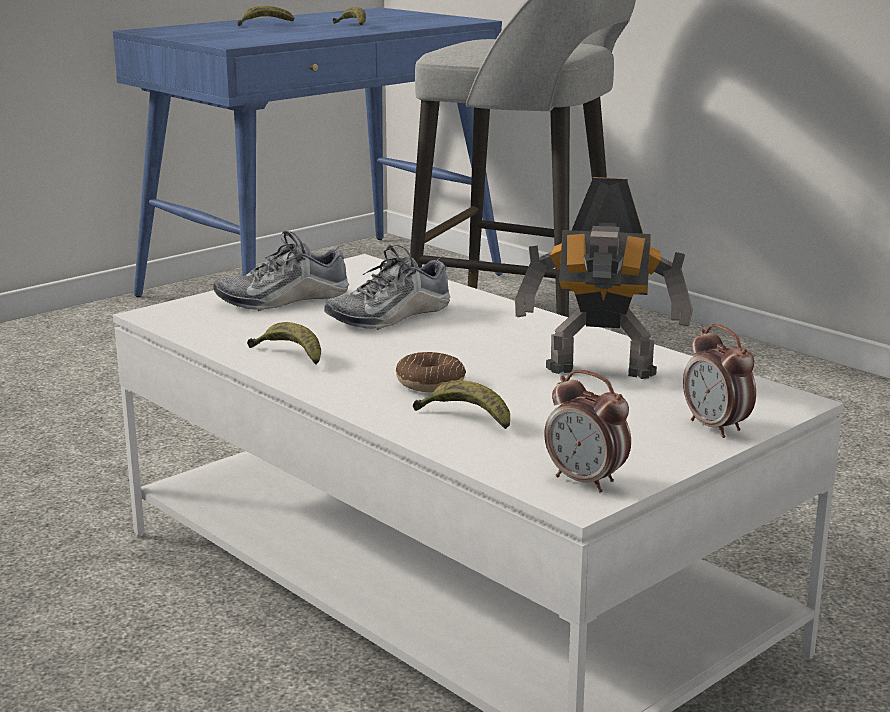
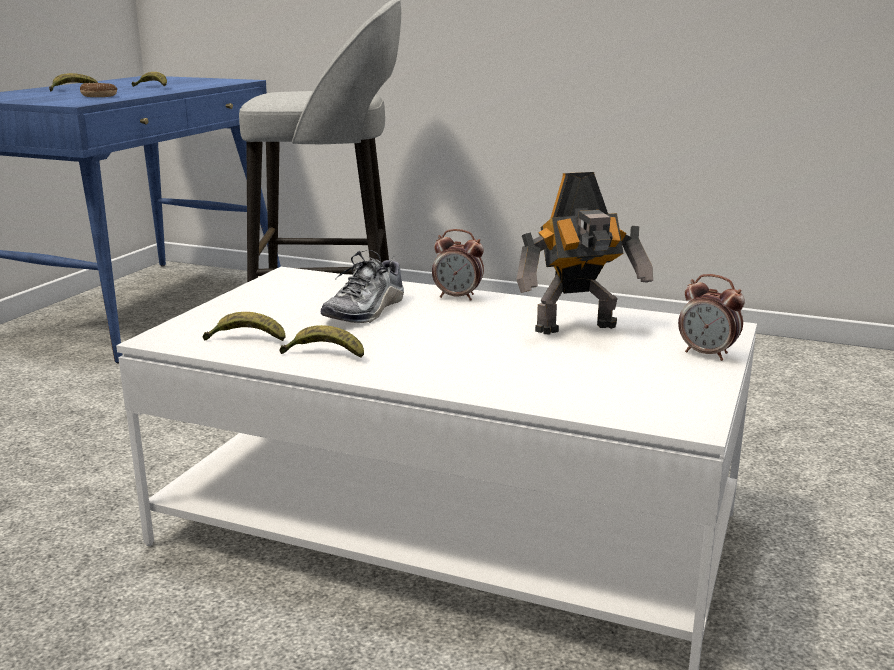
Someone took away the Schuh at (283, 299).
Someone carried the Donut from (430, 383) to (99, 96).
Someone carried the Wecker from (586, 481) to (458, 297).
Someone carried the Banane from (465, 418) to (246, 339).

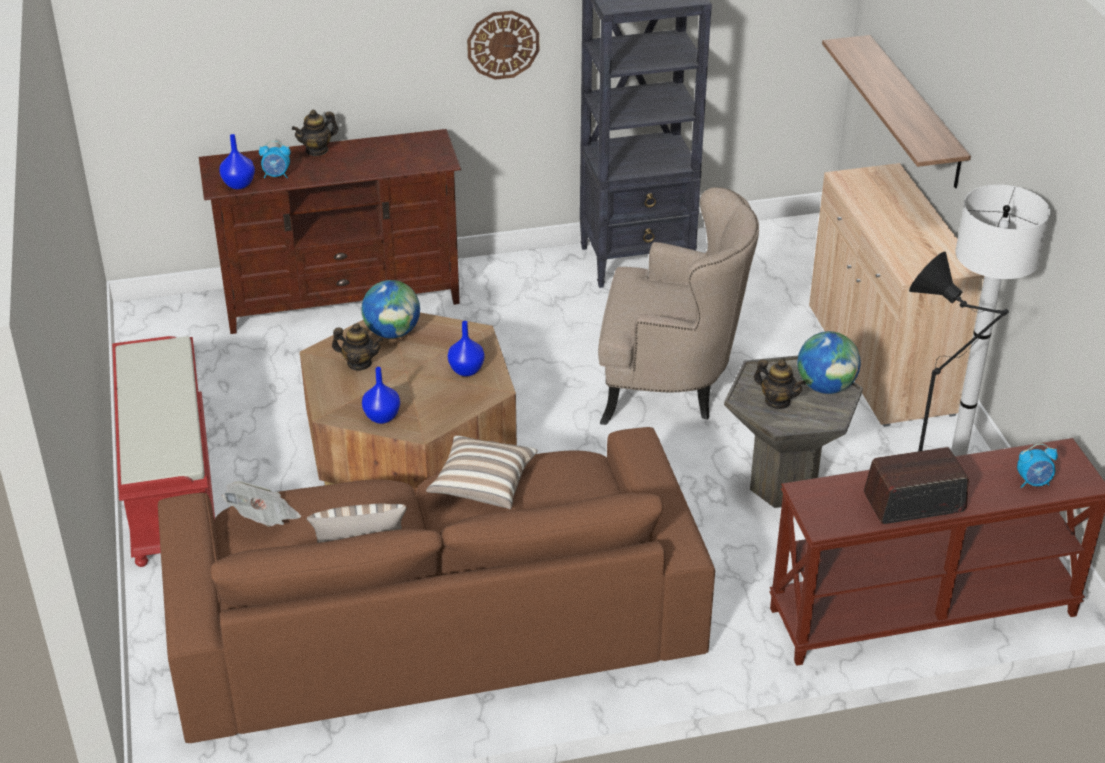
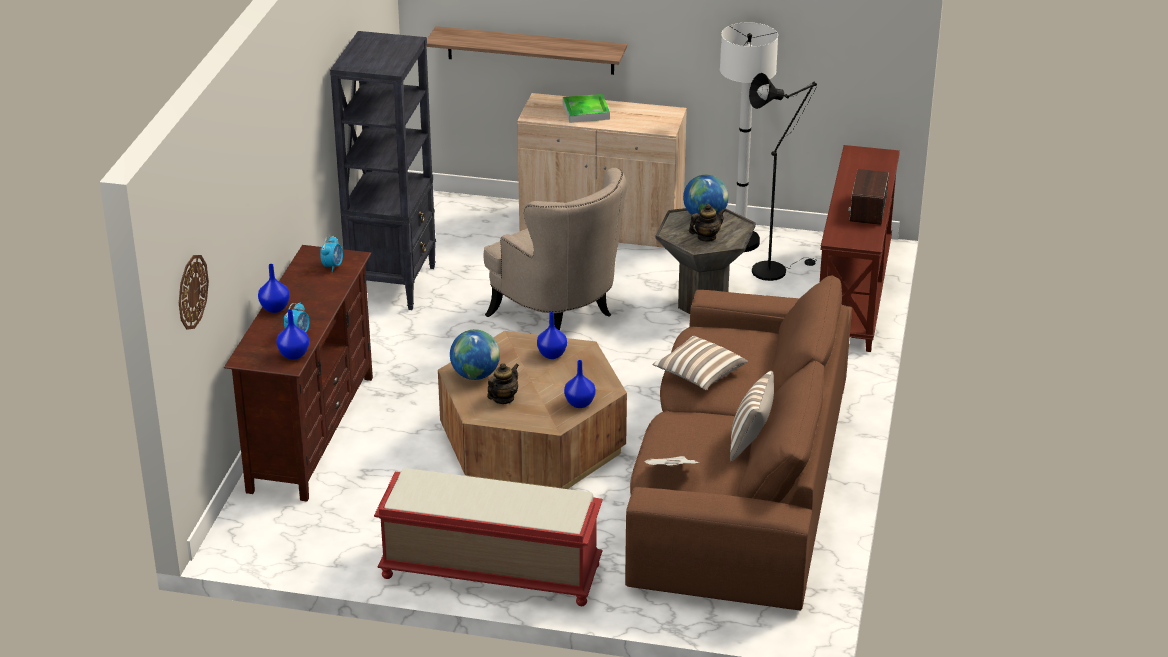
Someone carried the Wanduhr from (503, 44) to (192, 291).
Someone swapped the Teekanne at (317, 150) for the Vase/blau at (275, 308).
Someone rotated the Sessel/beige at (670, 386) by 105 degrees clockwise.
Someone carried the Wecker from (1033, 482) to (332, 266).
Someone put down the Tablett at (586, 111).

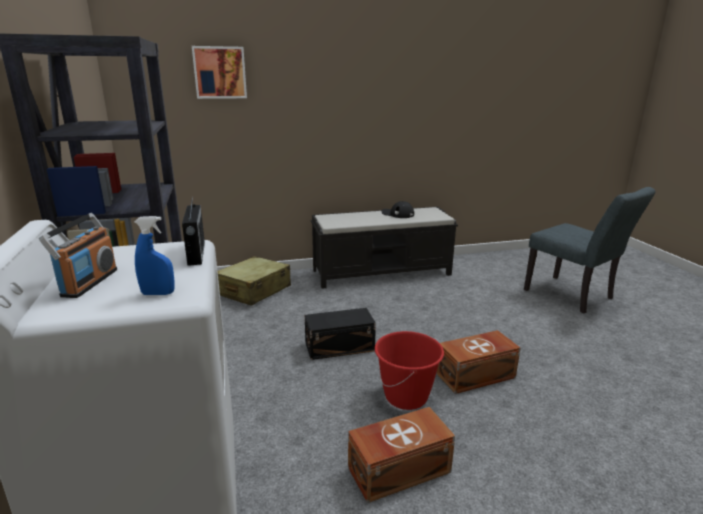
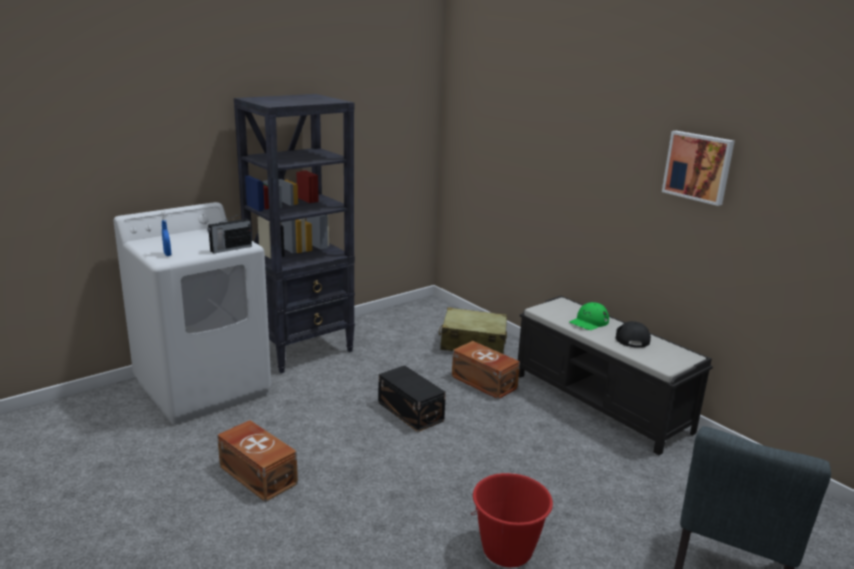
Someone carried the Bild from (220, 72) to (698, 167).
Someone took away the Radio at (89, 282).
Someone carried the Aufbewahrungsbox/braun from (477, 375) to (484, 383).
Someone carried the Eimer/rot from (406, 396) to (507, 551).
Someone put down the Kappe/grün at (589, 322).

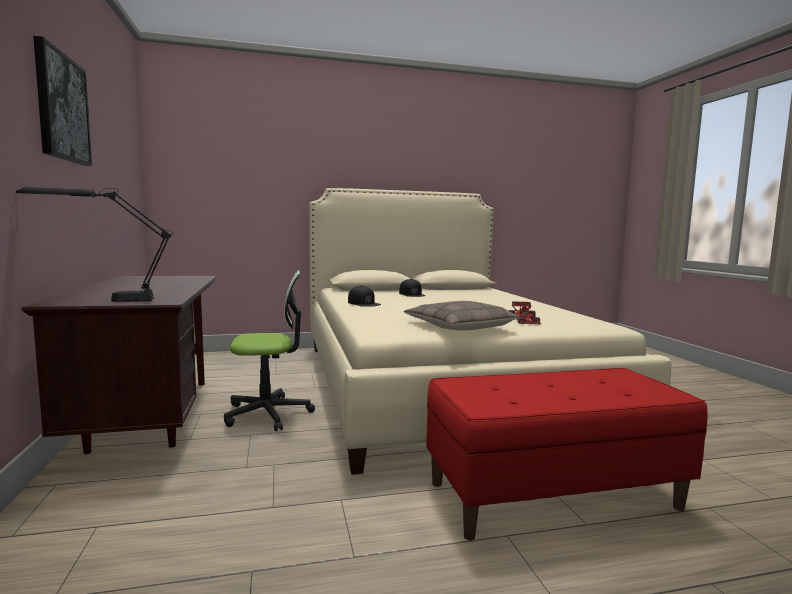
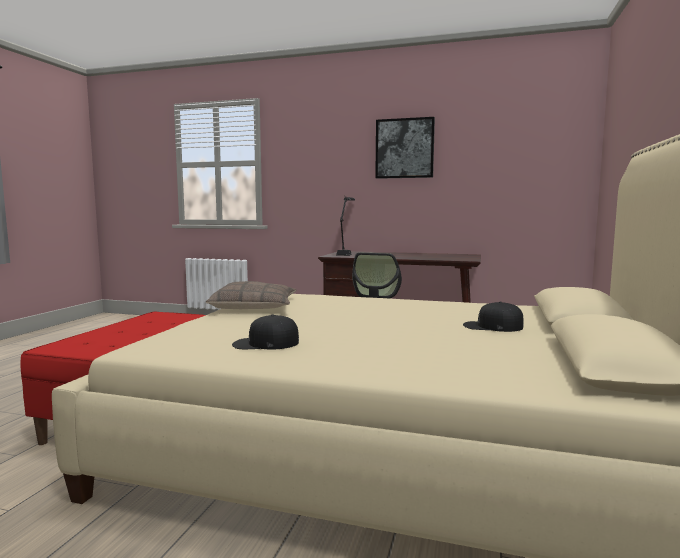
Someone carried the Kappe/schwarz from (363, 303) to (265, 343).
Someone took away the Spielzeugauto at (525, 320).

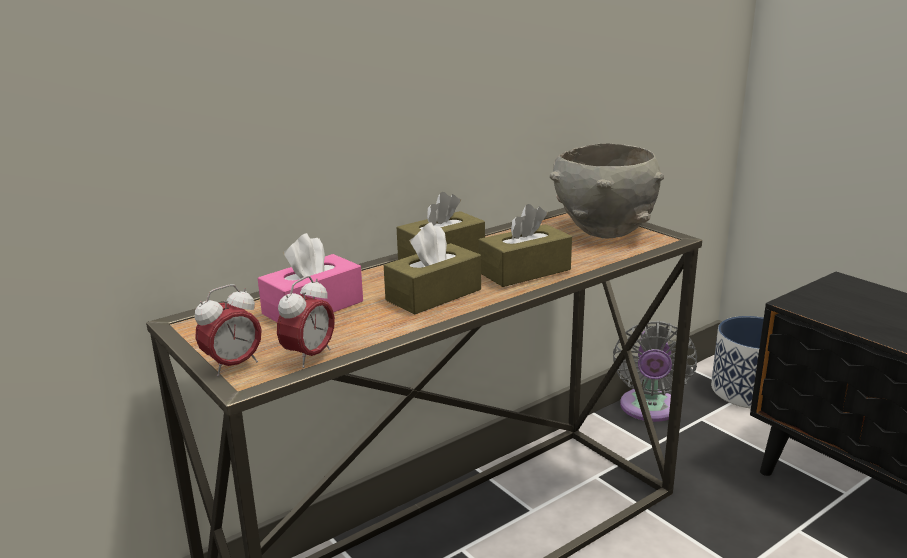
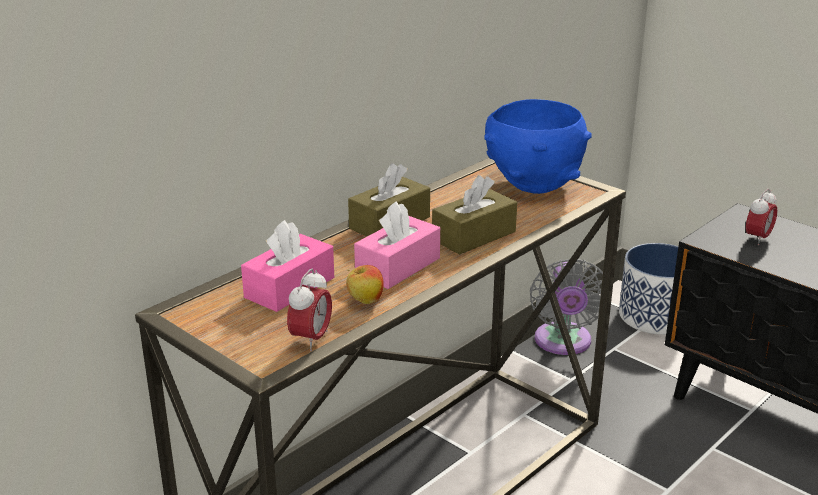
Someone repainted the Schüssel/grau at (603, 231), which became the Schüssel/blau at (533, 185).
Someone repainted the Taschentuchbox/braun at (433, 295), which became the Taschentuchbox/rosa at (398, 267).
Someone carried the Wecker from (233, 366) to (757, 238).
Someone put down the Apfel at (365, 301).

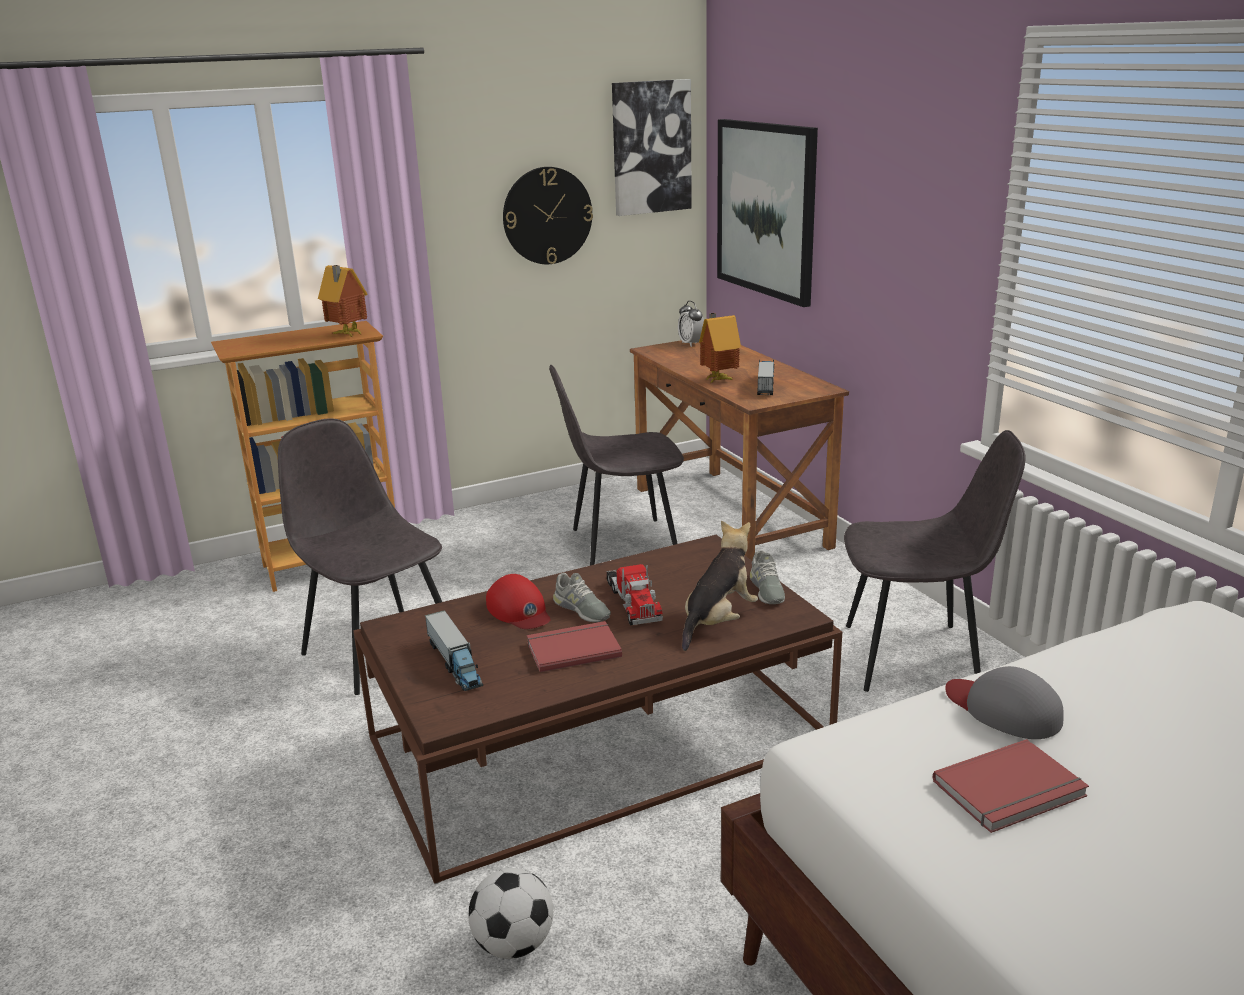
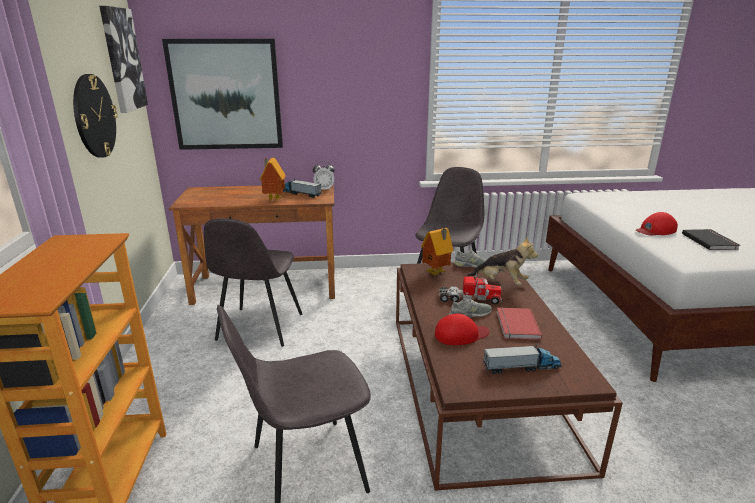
Someone carried the Spielzeughaus from (347, 335) to (436, 273).
Someone carried the Wecker from (691, 344) to (324, 189).
Someone rotated the Plüschtier at (718, 621) by 150 degrees clockwise.
Someone repainted the Kappe/grau at (1003, 709), which became the Kappe/rot at (655, 230).
Someone repainted the Buch/rot at (1012, 791), which became the Buch/schwarz at (710, 241).
Someone took away the Fußball at (513, 944).

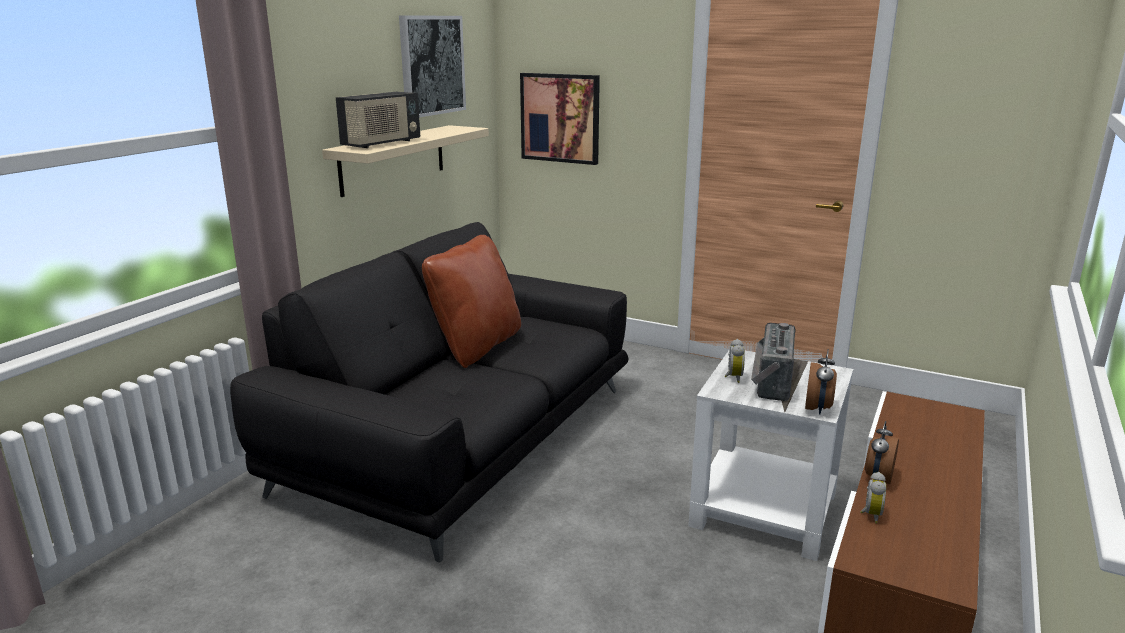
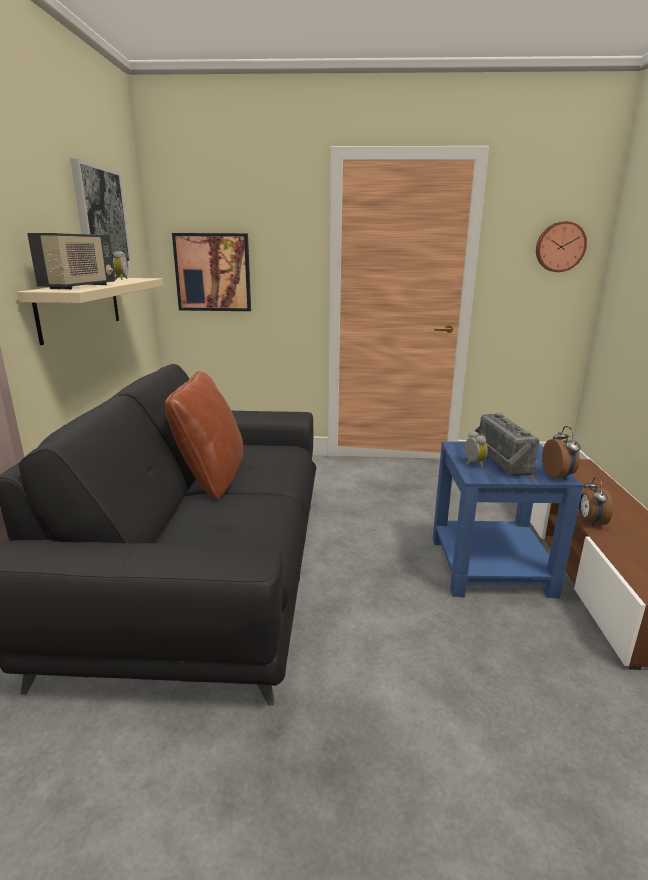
Someone repainted the Beistelltisch/weiß at (762, 507), which became the Beistelltisch/blau at (488, 565).
Someone carried the Wecker from (870, 514) to (121, 279).
Someone put up the Wanduhr at (560, 247).

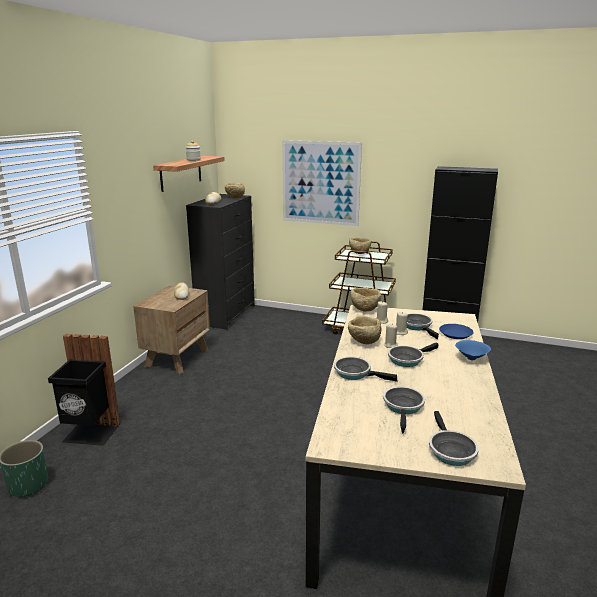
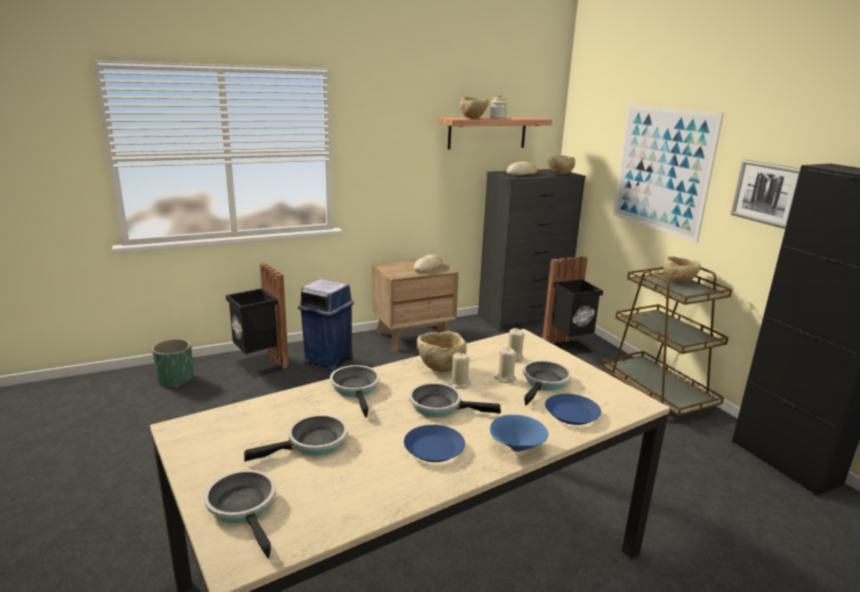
Someone carried the Schüssel/beige from (364, 309) to (473, 118).
Someone rotated the Pfanne at (450, 450) by 105 degrees clockwise.
Someone put up the Bild at (767, 193).
Someone put down the Mülleimer/schwarz at (568, 348).
Someone put down the Mülleimer/blau at (328, 361).
Someone put down the Teller/blau at (434, 448).

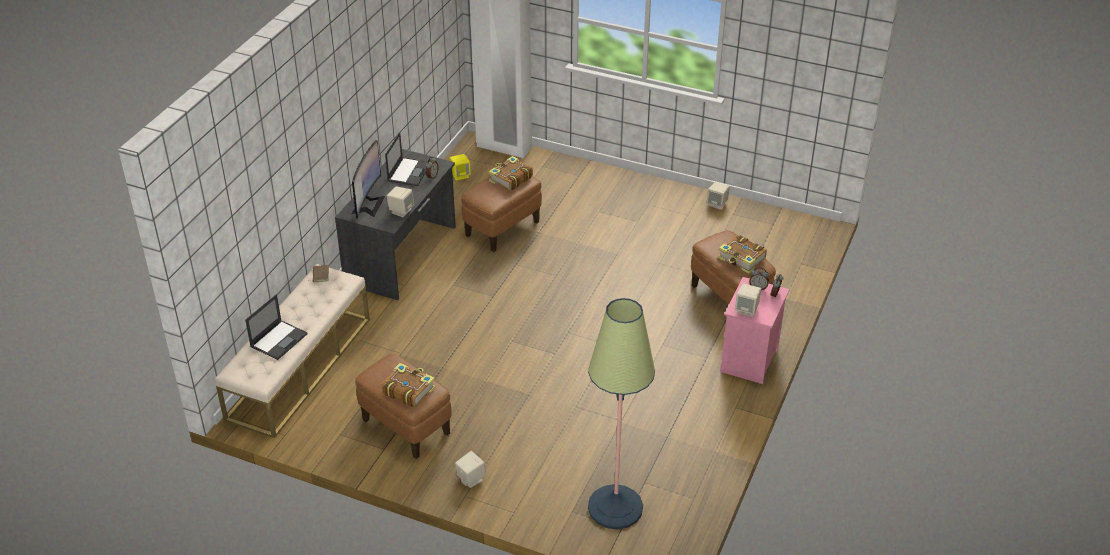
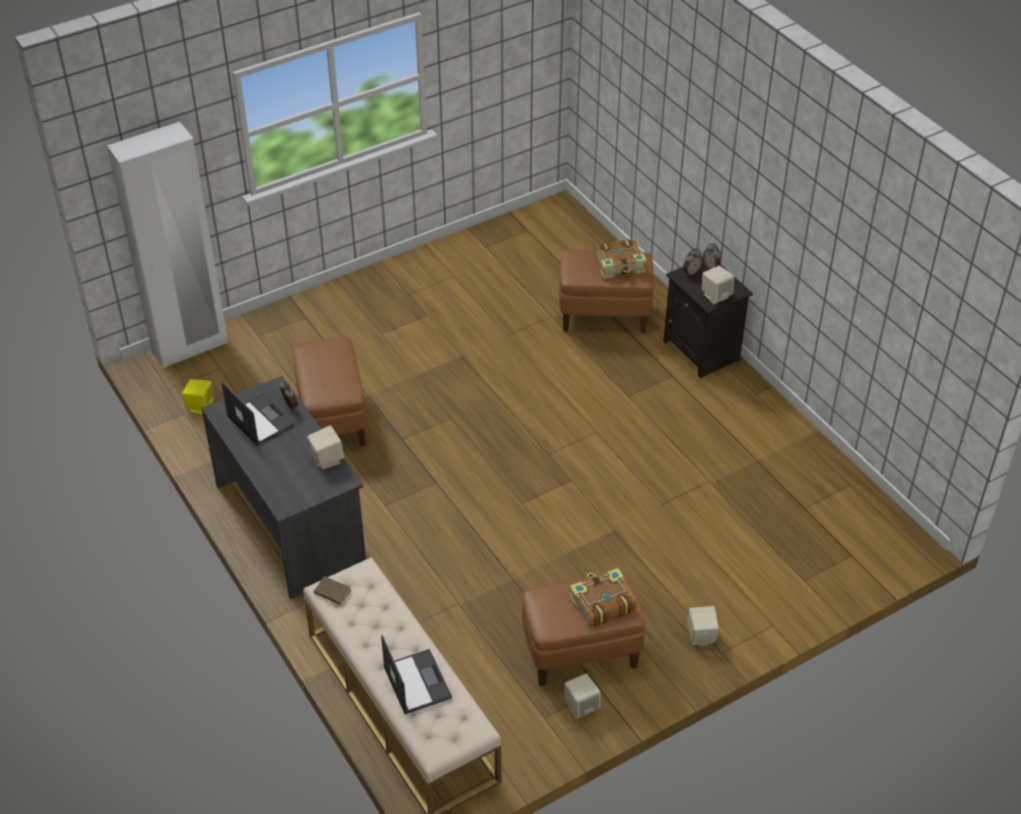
Someone took away the Monitor at (368, 204).
Someone took away the Buch at (510, 179).
Someone carried the Lautsprecher/beige from (717, 204) to (581, 706).
Someone repainted the Nachttisch/rosa at (750, 361), which became the Nachttisch/schwarz at (703, 351).
Someone took away the Stehlampe at (615, 507).

